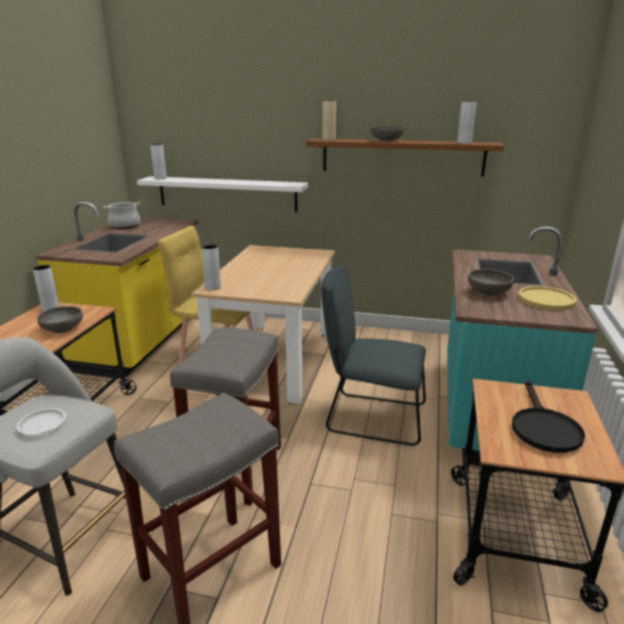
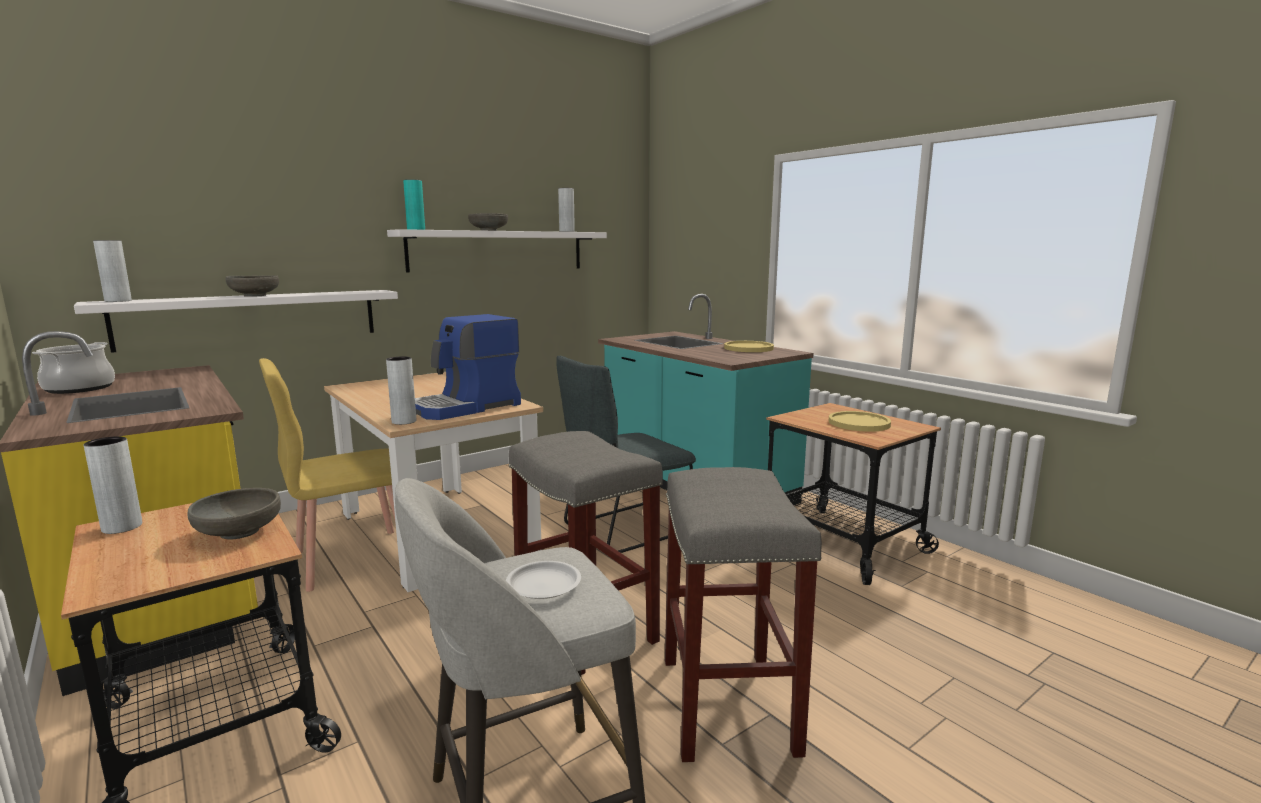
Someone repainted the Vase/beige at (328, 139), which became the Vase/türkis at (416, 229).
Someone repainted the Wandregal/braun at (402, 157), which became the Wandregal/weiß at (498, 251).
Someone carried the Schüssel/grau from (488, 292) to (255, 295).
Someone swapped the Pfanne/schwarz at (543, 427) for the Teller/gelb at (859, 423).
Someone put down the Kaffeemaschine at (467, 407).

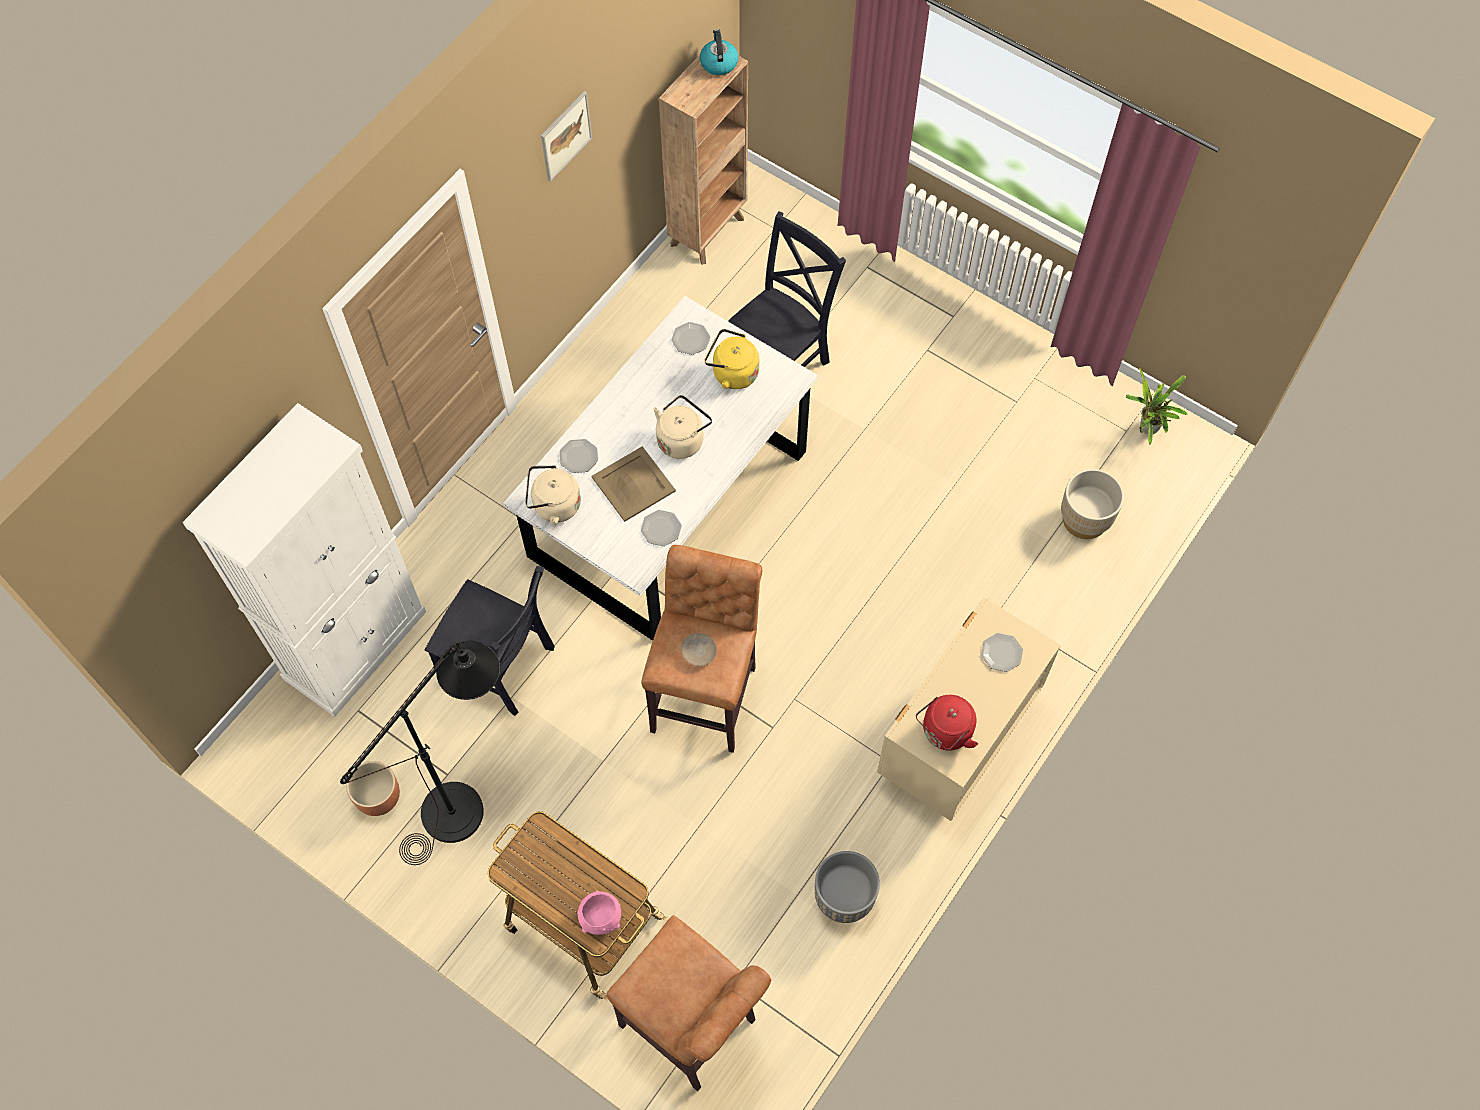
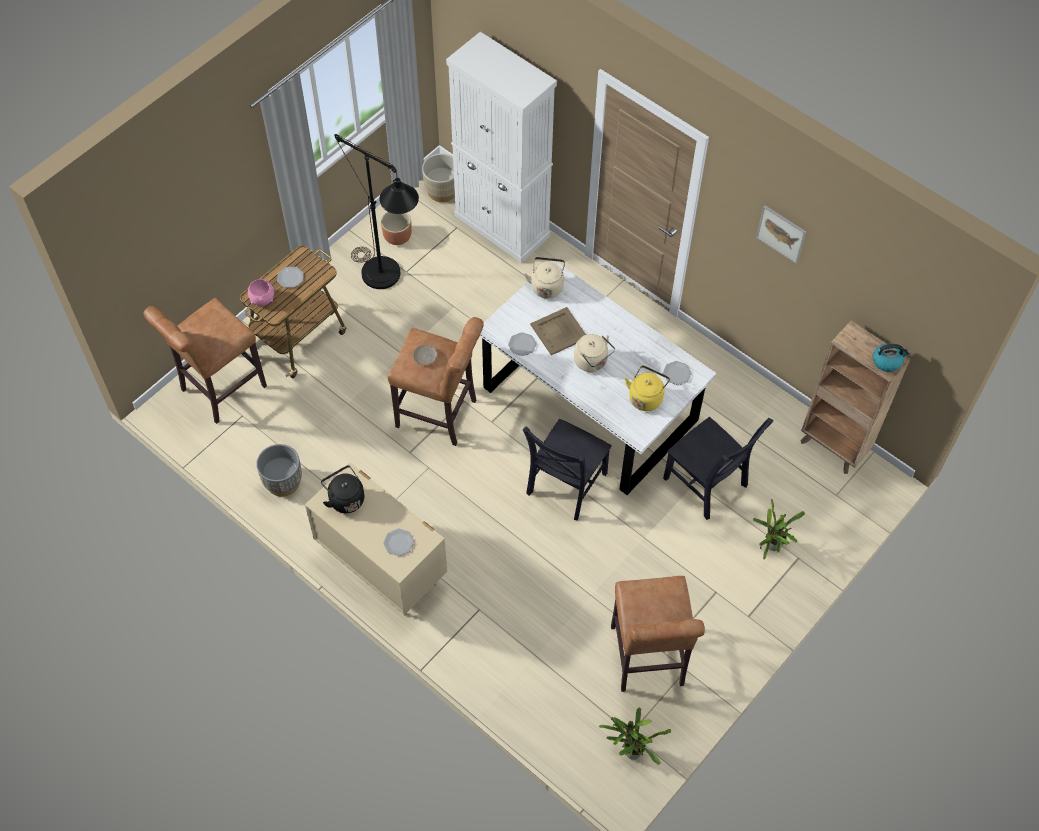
Someone carried the Teller from (579, 456) to (290, 278).
Someone carried the Pflanzkübel/beige from (1084, 519) to (442, 191).
Someone carried the Stuhl/schwarz from (501, 666) to (565, 486).
Someone repainted the Wasserkessel/rot at (945, 733), which became the Wasserkessel/schwarz at (345, 498).
Someone put down the Topfpflanze at (771, 546).
Someone put down the Hocker/braun at (647, 660).

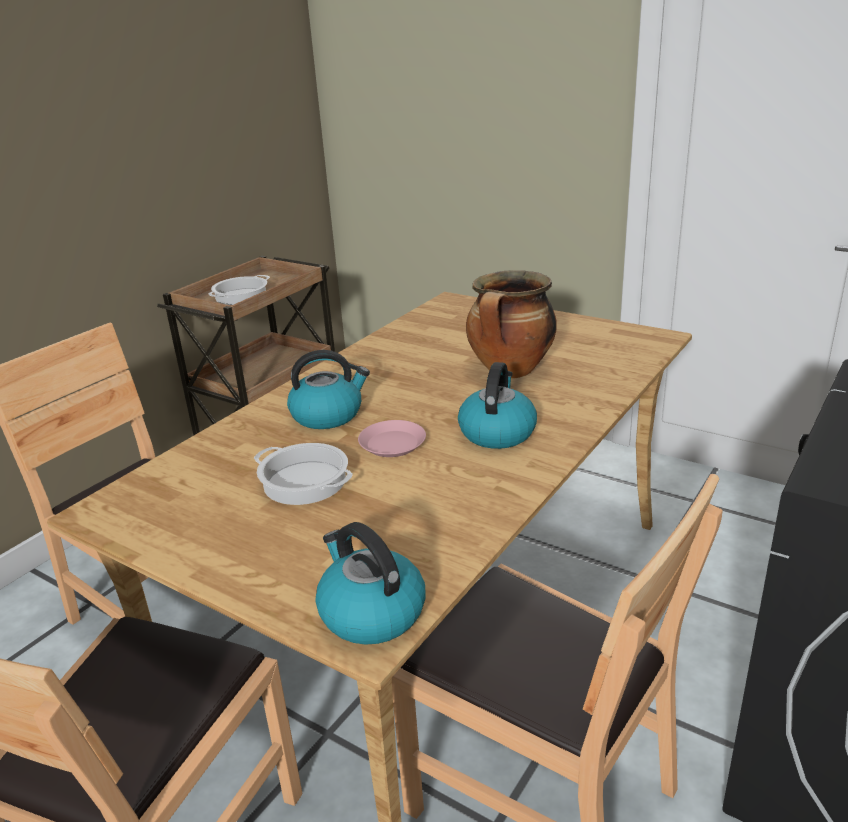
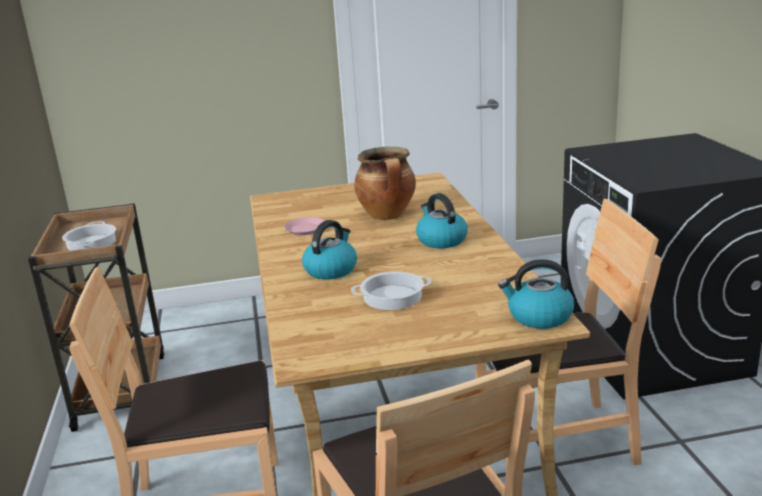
Someone carried the Teller/rosa from (392, 444) to (305, 229).

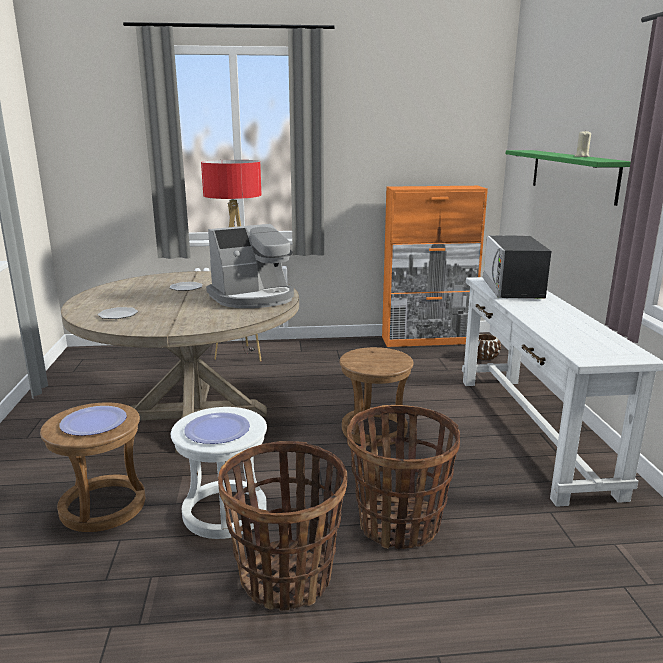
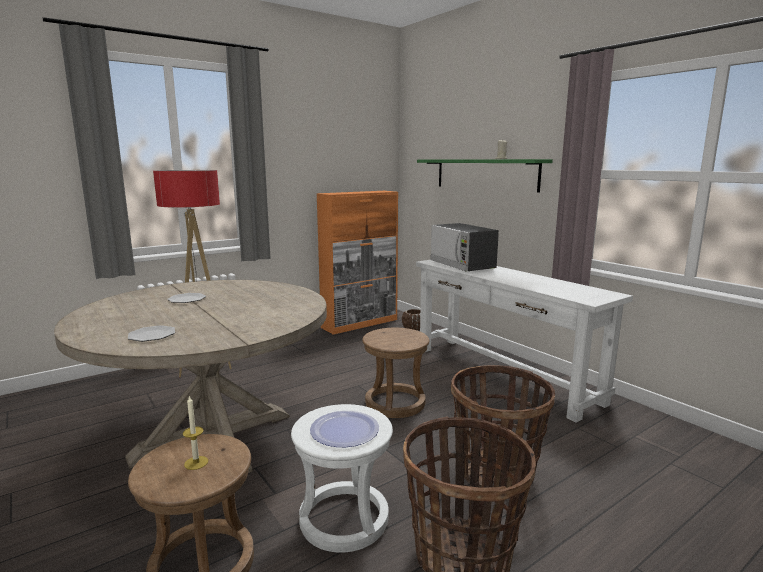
Someone took away the Kaffeemaschine at (253, 298).
Someone swapped the Teller at (93, 422) for the Kerze at (196, 463).

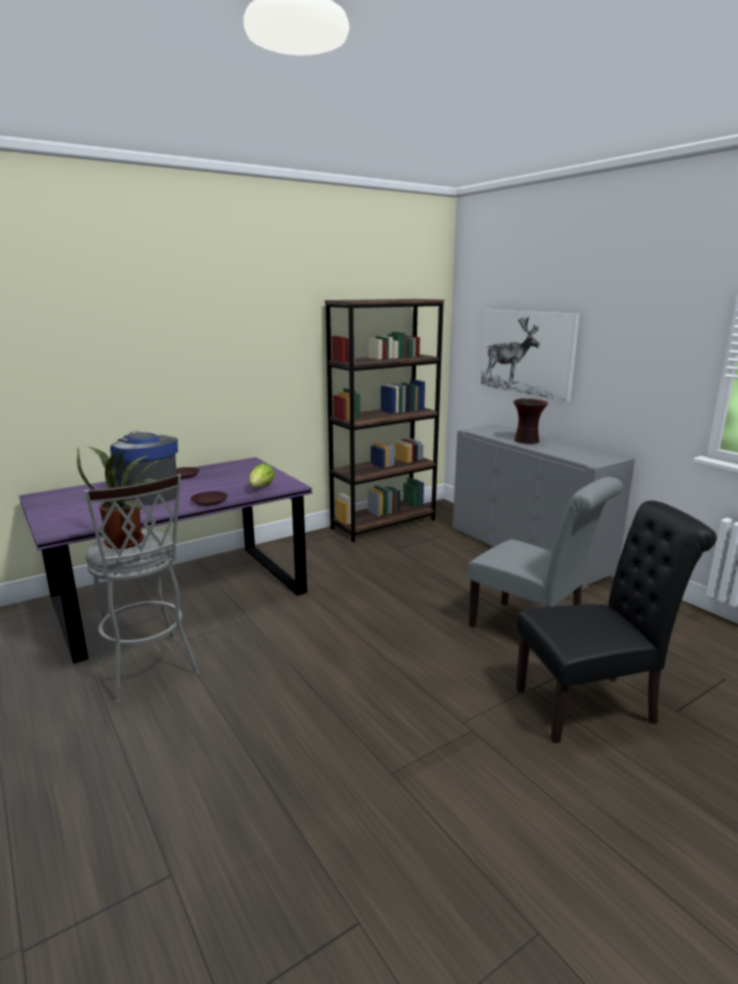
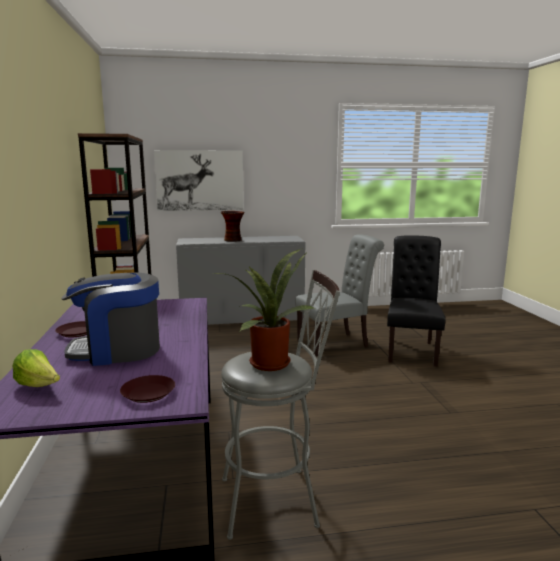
Someone carried the Salatkopf from (261, 488) to (39, 386).
Someone carried the Teller/braun from (210, 501) to (149, 393).

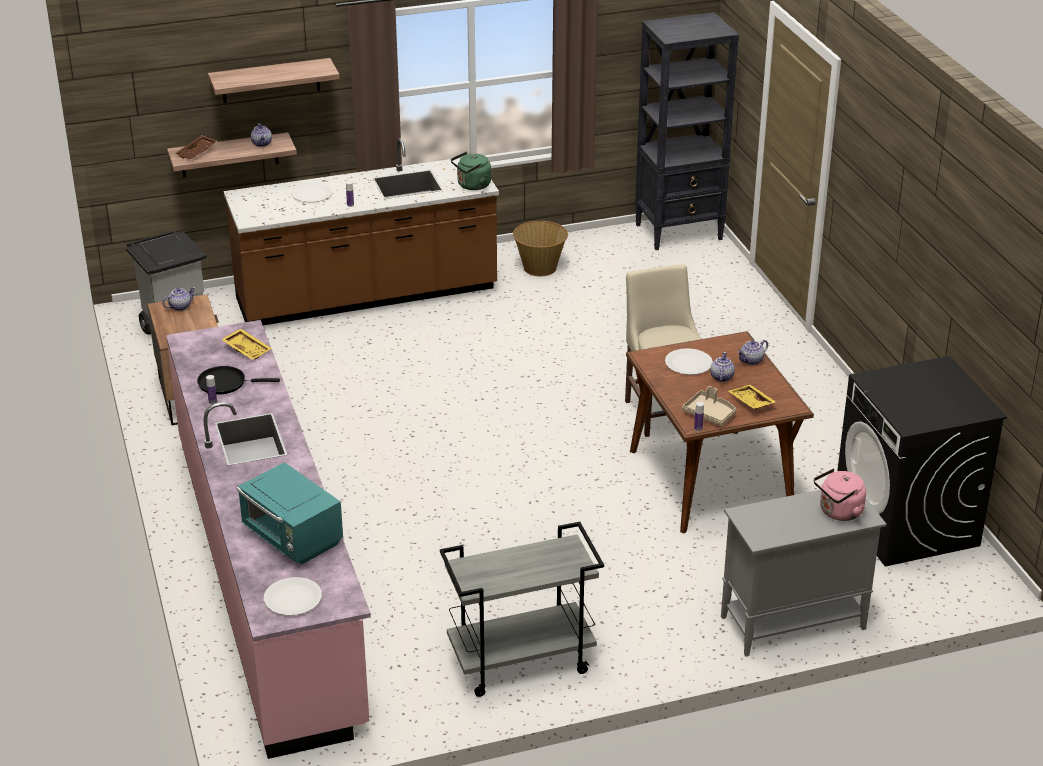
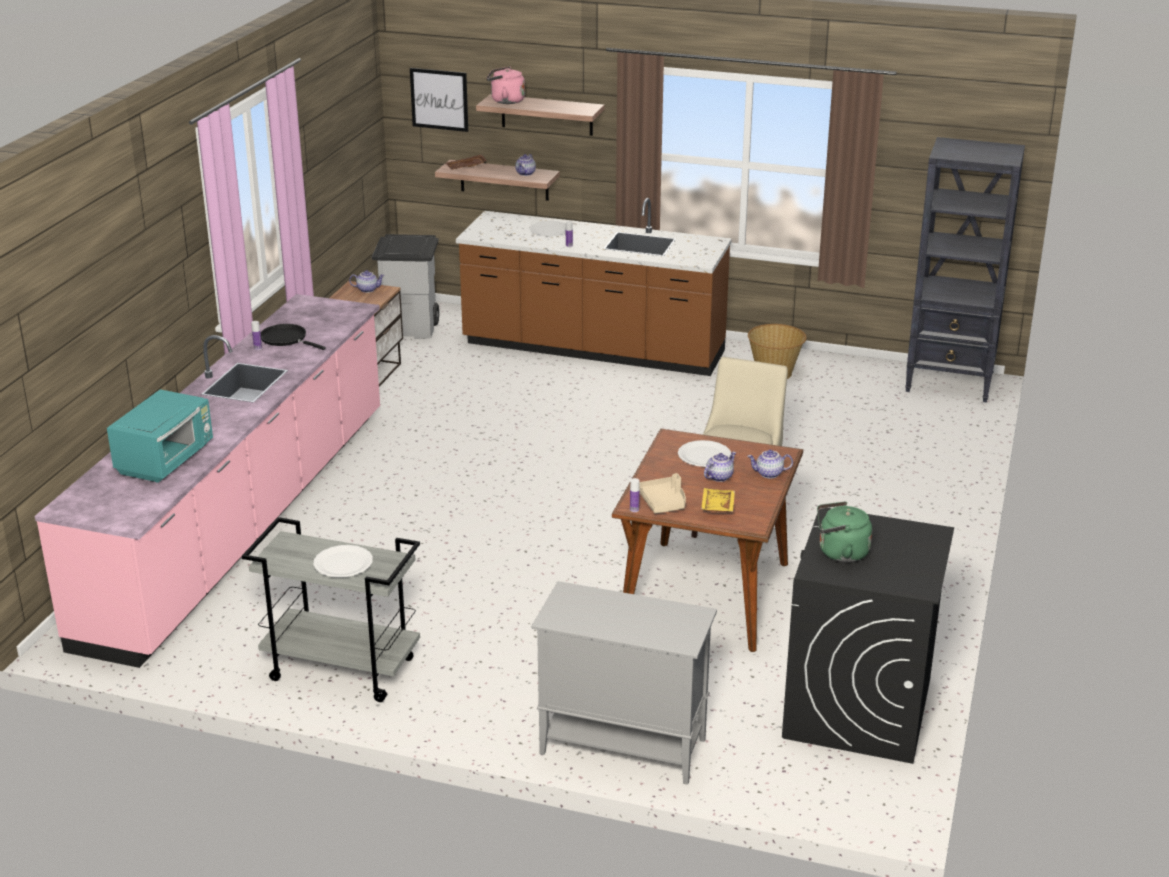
Someone carried the Wasserkessel/grün from (472, 186) to (840, 553).
Someone took away the Tablett/gelb at (247, 349).
Someone rotated the Mikrowelle/türkis at (292, 538) by 150 degrees counterclockwise.
Someone carried the Wasserkessel/rosa from (838, 512) to (505, 101).
Someone carried the Teller/weiß from (292, 598) to (343, 563).
Someone put up the Bild at (439, 99).

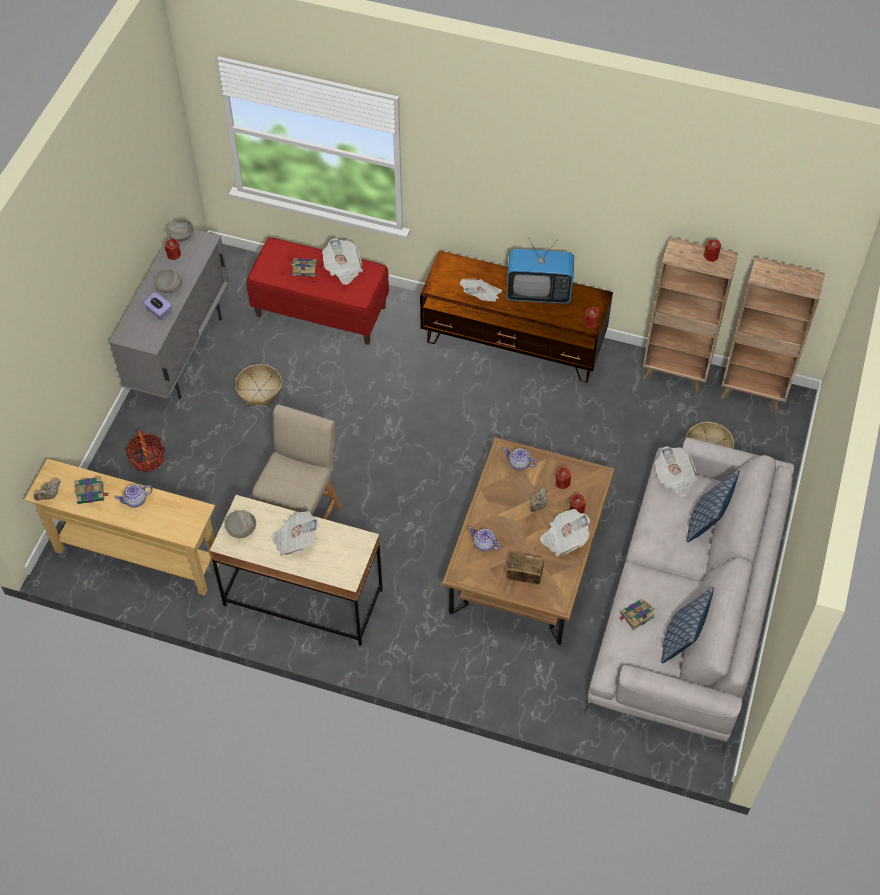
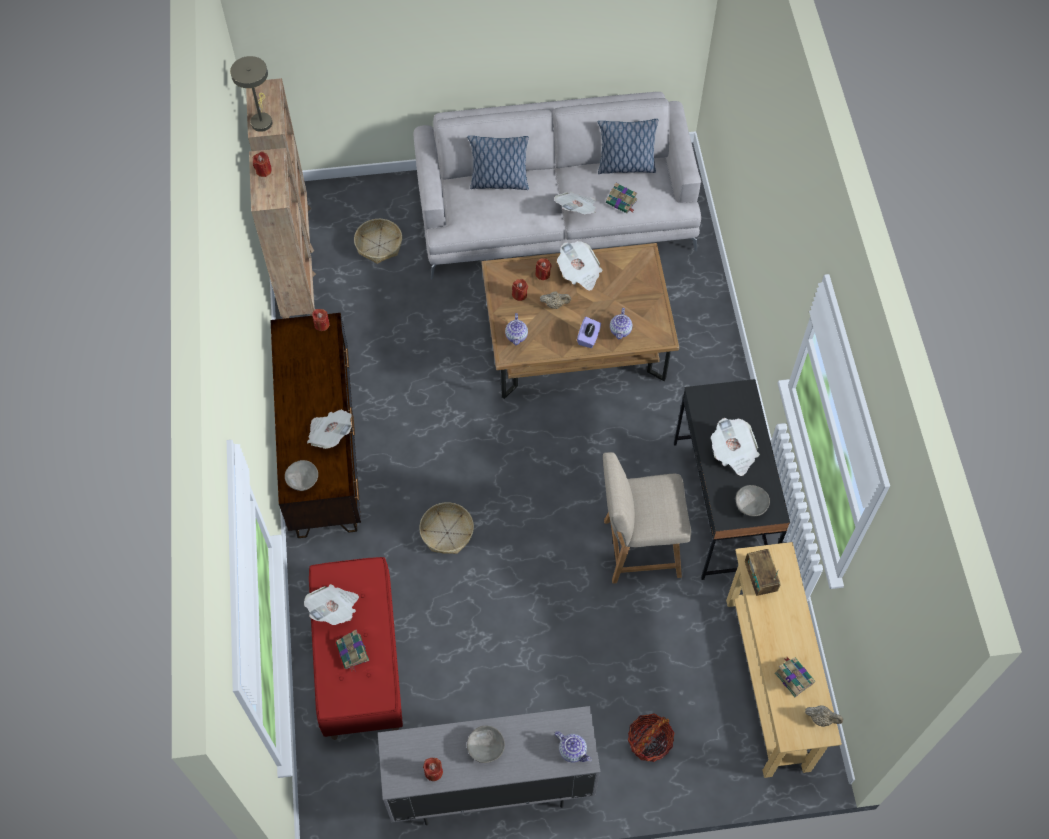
Someone carried the Schüssel/grau from (181, 236) to (303, 480).
Someone took away the Fernseher at (538, 292).
Someone carried the Taschentuchbox/lila from (159, 311) to (588, 338).
Someone carried the Korb from (259, 390) to (447, 533).
Someone carried the Zeitung from (675, 478) to (577, 210).
Someone carried the Teekanne from (135, 501) to (573, 750).
Someone repainted the Schreibtisch/beige at (303, 597), which became the Schreibtisch/schwarz at (720, 506).
Someone carried the Radio from (524, 576) to (760, 578).
Someone put down the Tischlampe/beige at (261, 120).

